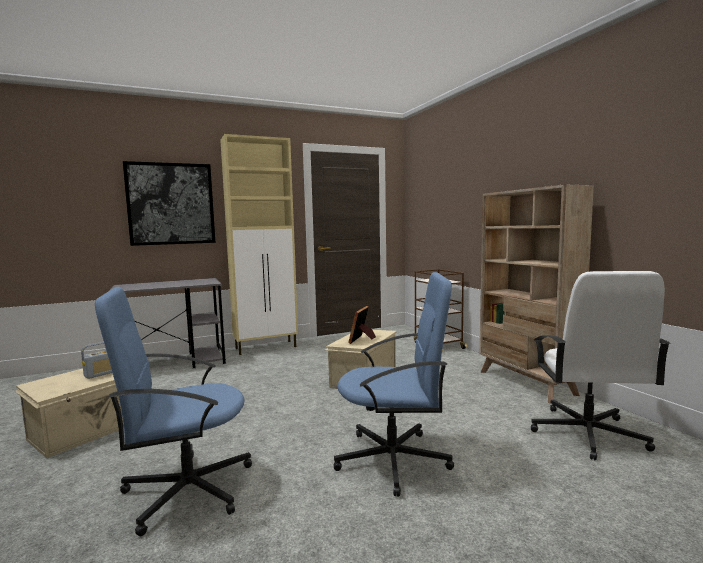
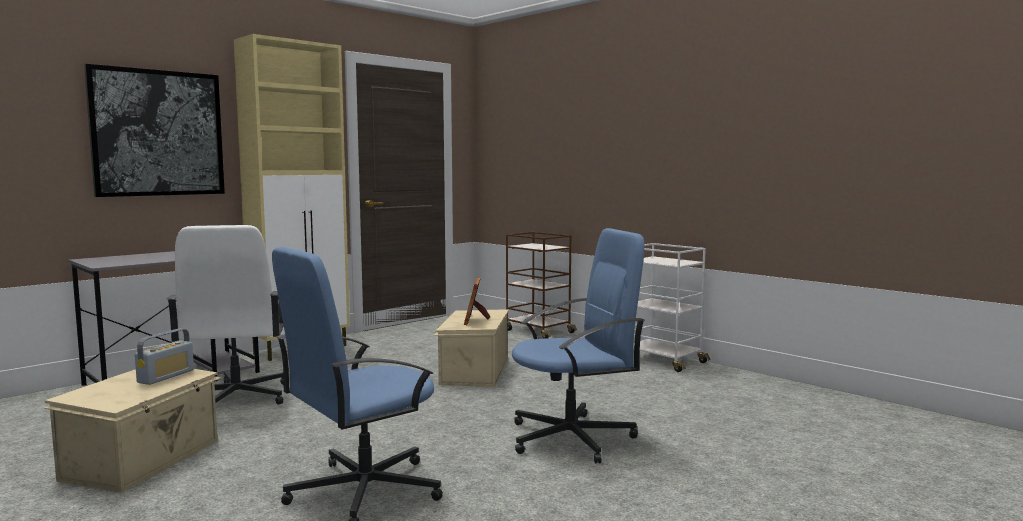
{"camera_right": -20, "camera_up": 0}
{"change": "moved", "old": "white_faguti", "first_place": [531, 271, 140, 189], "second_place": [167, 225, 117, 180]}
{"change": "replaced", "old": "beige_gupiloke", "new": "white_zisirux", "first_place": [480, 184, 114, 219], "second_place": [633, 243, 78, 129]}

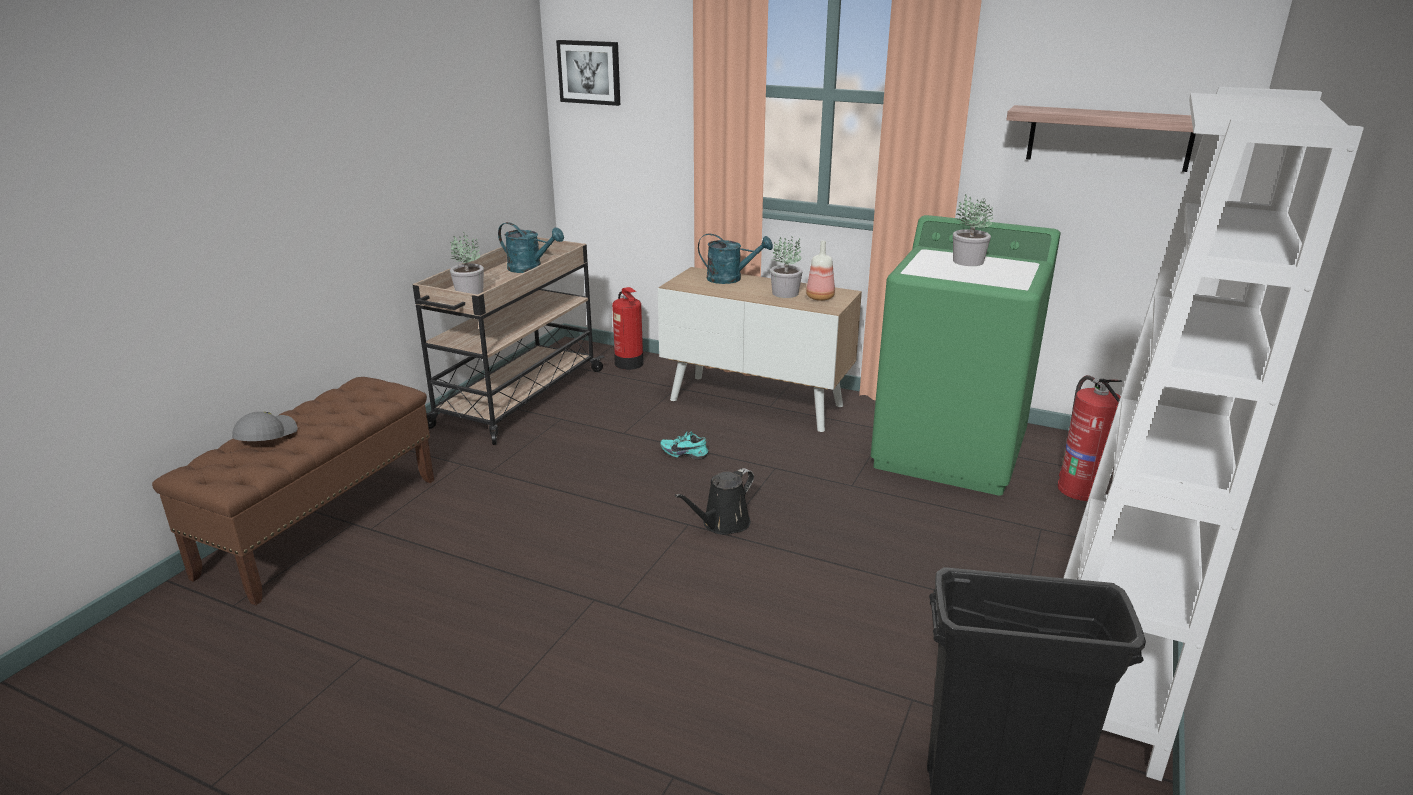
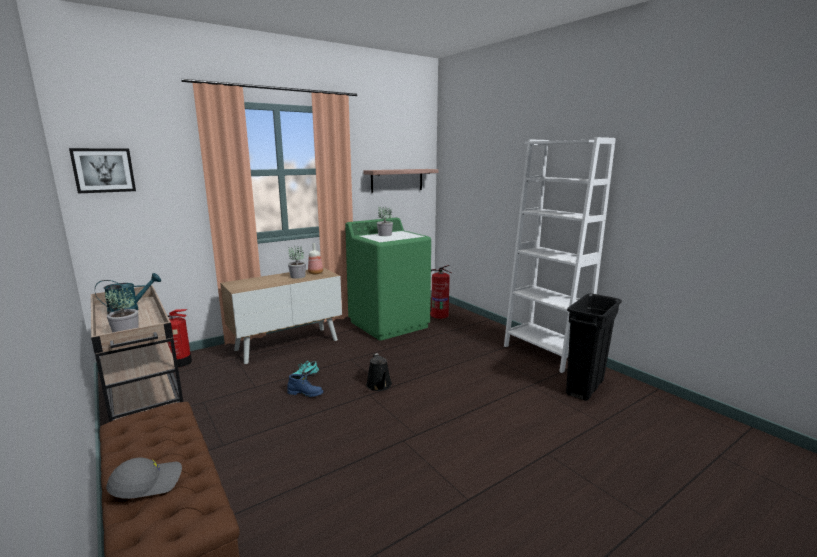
{"camera_right": -60, "camera_up": -10}
{"change": "turned", "old": "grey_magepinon", "first_place": [232, 412, 66, 29], "second_place": [106, 457, 76, 42], "degrees": 105}
{"change": "added", "new": "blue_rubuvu", "second_place": [287, 374, 36, 23]}
{"change": "removed", "old": "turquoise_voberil", "first_place": [698, 233, 75, 51]}

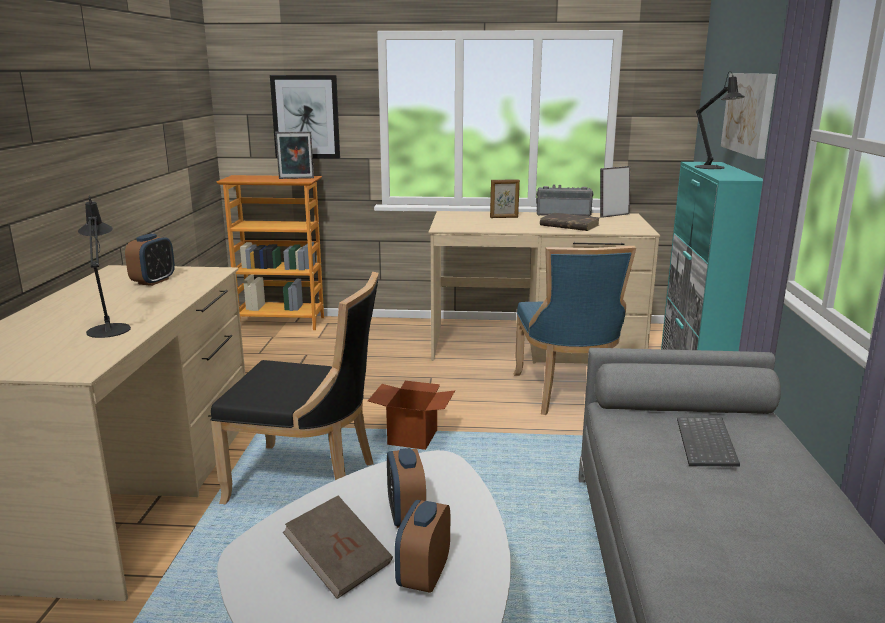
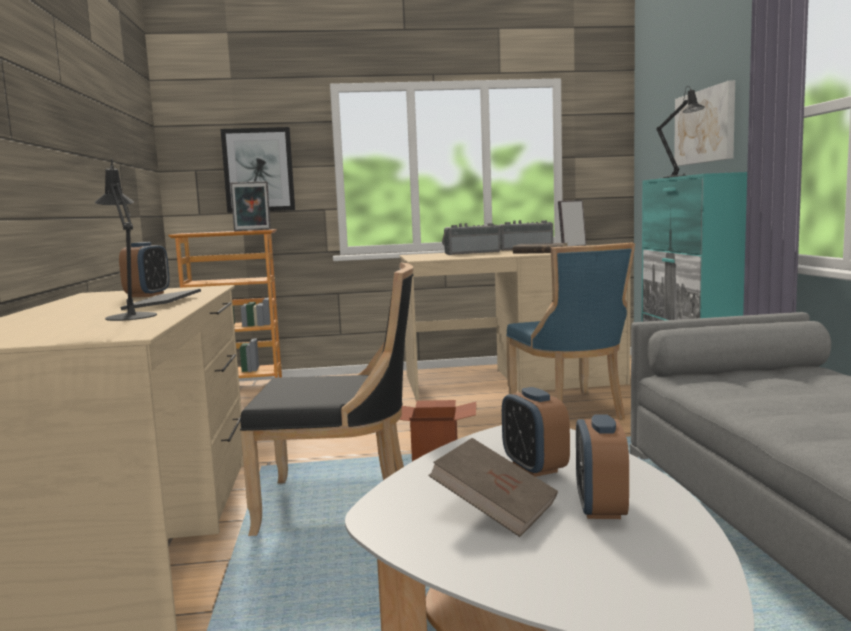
{"camera_right": -10, "camera_up": -10}
{"change": "moved", "old": "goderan", "first_place": [677, 417, 63, 49], "second_place": [121, 289, 80, 21]}
{"change": "replaced", "old": "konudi", "new": "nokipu", "first_place": [490, 179, 30, 39], "second_place": [442, 223, 58, 32]}

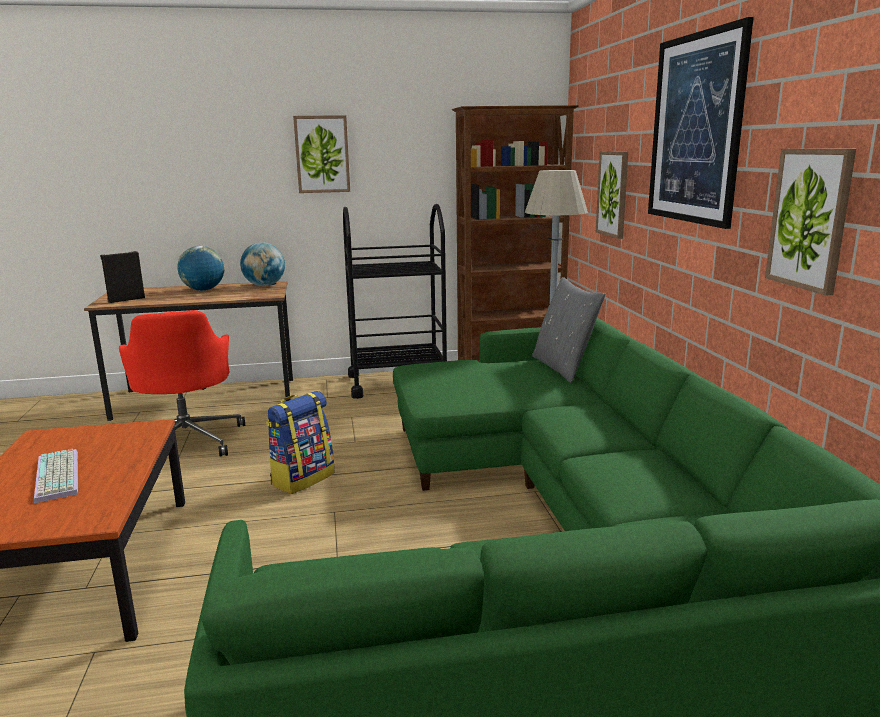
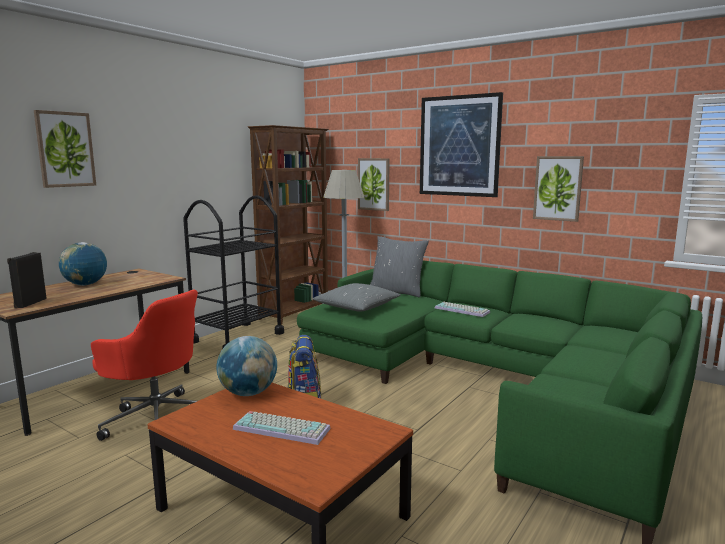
{"camera_right": -45, "camera_up": -5}
{"change": "moved", "old": "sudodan", "first_place": [293, 115, 57, 78], "second_place": [34, 110, 62, 78]}
{"change": "moved", "old": "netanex", "first_place": [240, 242, 45, 44], "second_place": [217, 336, 60, 60]}
{"change": "added", "new": "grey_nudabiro", "second_place": [313, 283, 88, 28]}
{"change": "added", "new": "goderan", "second_place": [435, 302, 55, 15]}

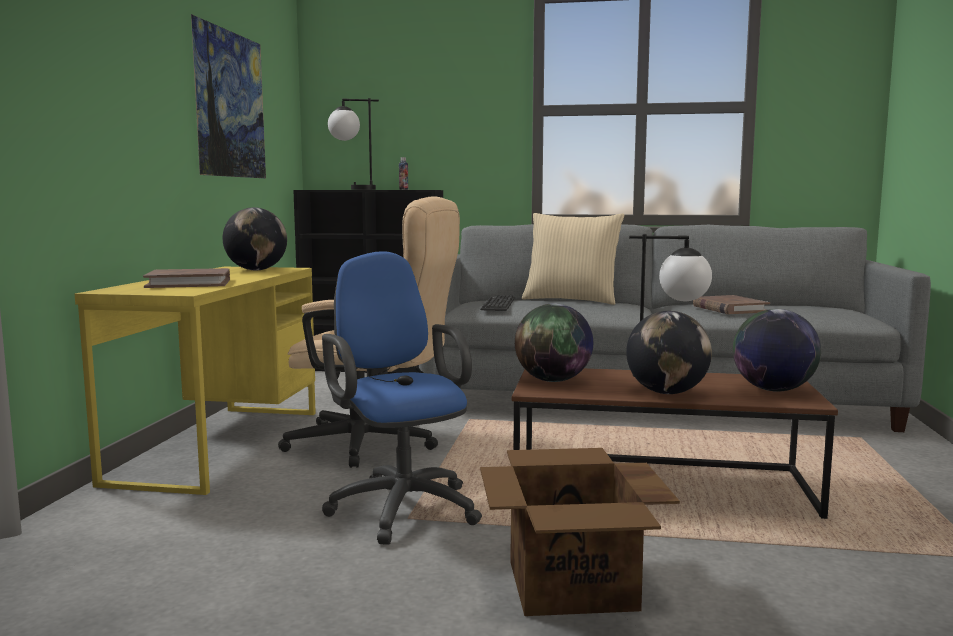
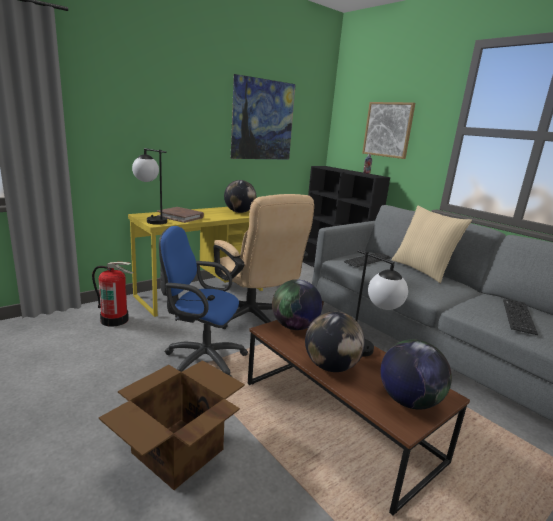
{"camera_right": 40, "camera_up": 10}
{"change": "added", "new": "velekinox", "second_place": [92, 262, 42, 65]}
{"change": "moved", "old": "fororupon", "first_place": [328, 98, 51, 92], "second_place": [132, 148, 35, 77]}
{"change": "turned", "old": "blue_faguti", "first_place": [322, 251, 160, 294], "second_place": [159, 226, 89, 151], "degrees": -90}
{"change": "added", "new": "sudodan", "second_place": [362, 102, 53, 57]}
{"change": "replaced", "old": "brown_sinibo", "new": "goderan", "first_place": [693, 295, 77, 19], "second_place": [503, 299, 35, 36]}

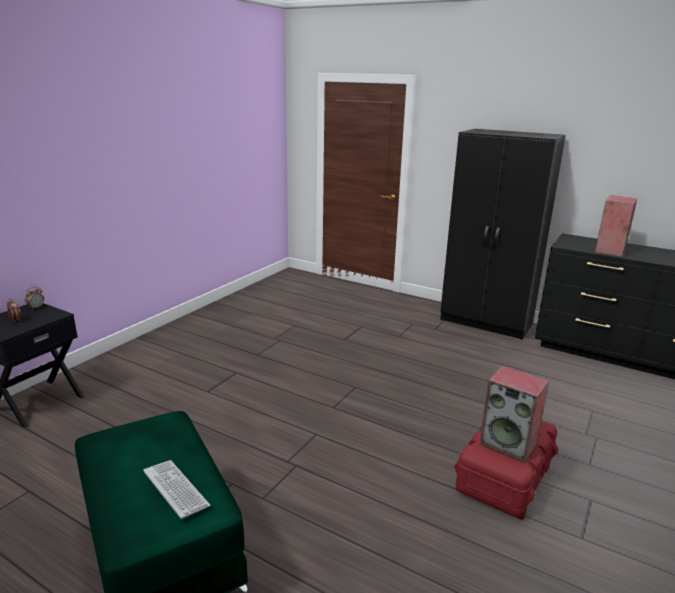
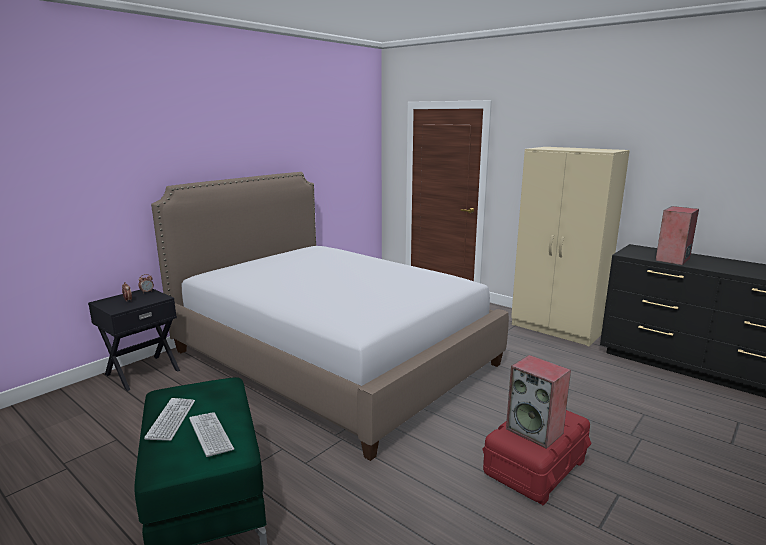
{"camera_right": 10, "camera_up": -5}
{"change": "added", "new": "goderan", "second_place": [144, 398, 51, 43]}
{"change": "added", "new": "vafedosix", "second_place": [151, 172, 358, 289]}
{"change": "recoloured", "old": "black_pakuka", "new": "beige_pakuka", "first_place": [440, 129, 126, 211], "second_place": [511, 147, 119, 199]}

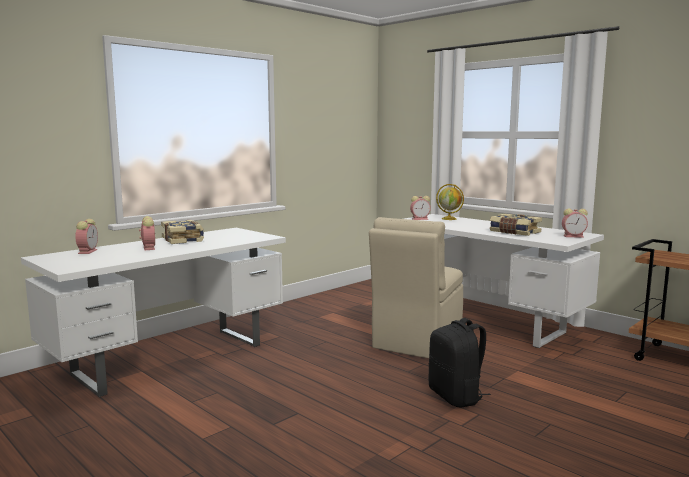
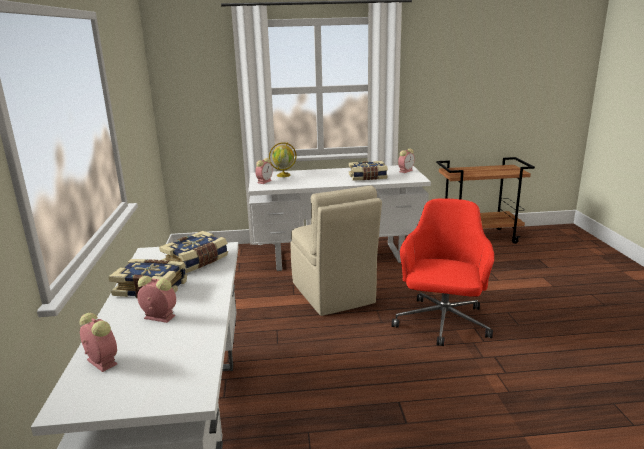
{"camera_right": -50, "camera_up": 10}
{"change": "added", "new": "sinibo", "second_place": [159, 231, 69, 43]}
{"change": "replaced", "old": "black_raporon", "new": "red_faguti", "first_place": [428, 318, 63, 90], "second_place": [392, 198, 102, 148]}

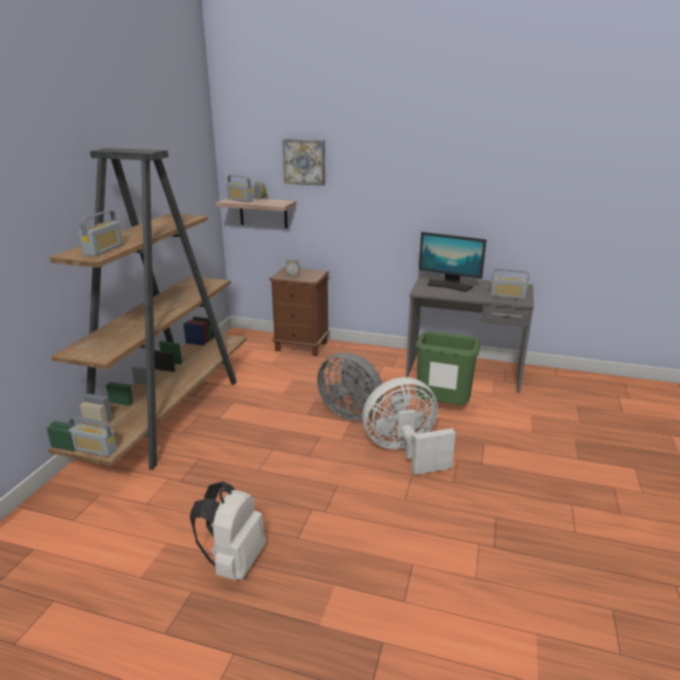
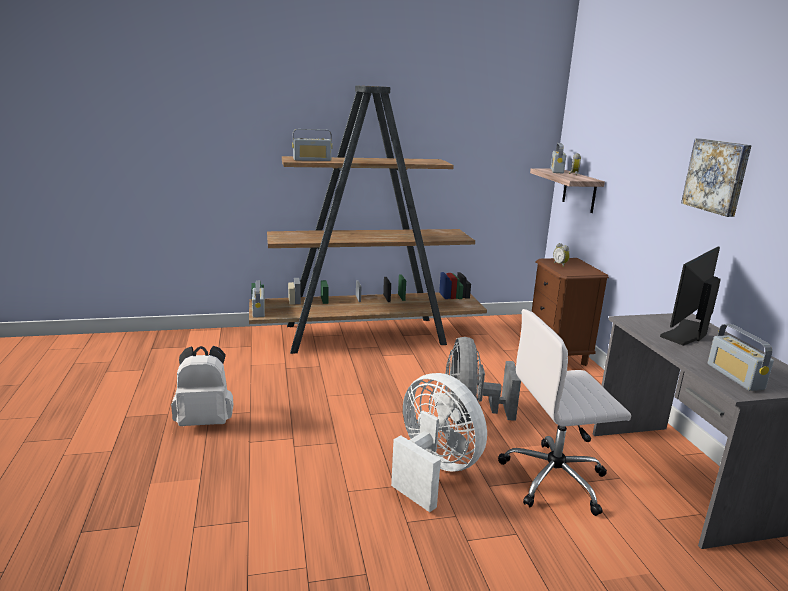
{"camera_right": 60, "camera_up": -5}
{"change": "replaced", "old": "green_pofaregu", "new": "white_faguti", "first_place": [415, 331, 66, 74], "second_place": [498, 309, 133, 207]}
{"change": "turned", "old": "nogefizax", "first_place": [419, 232, 68, 60], "second_place": [660, 247, 61, 99], "degrees": 45}
{"change": "moved", "old": "sudodan", "first_place": [282, 139, 43, 47], "second_place": [681, 138, 71, 79]}

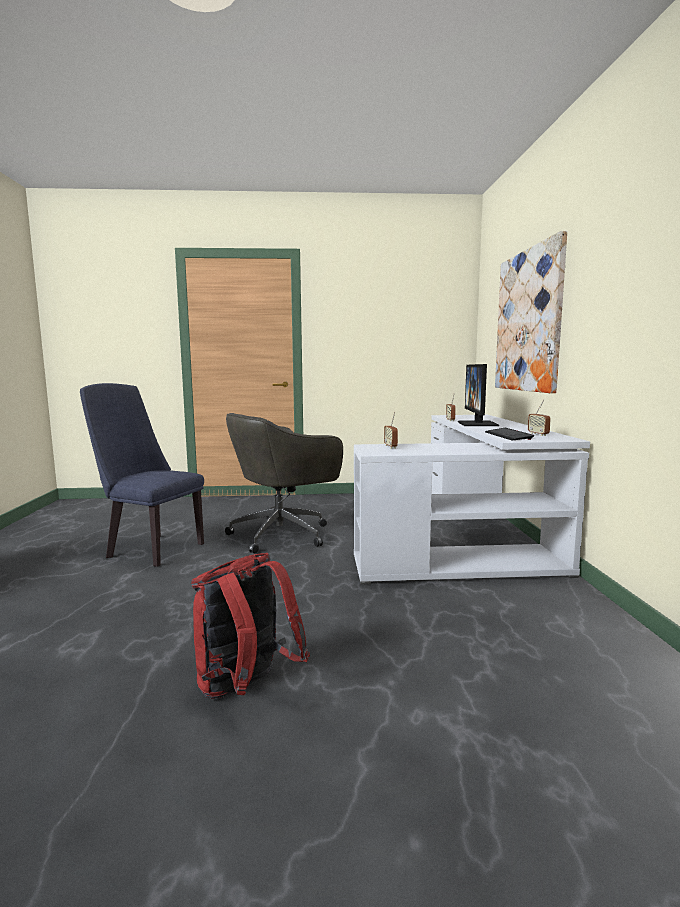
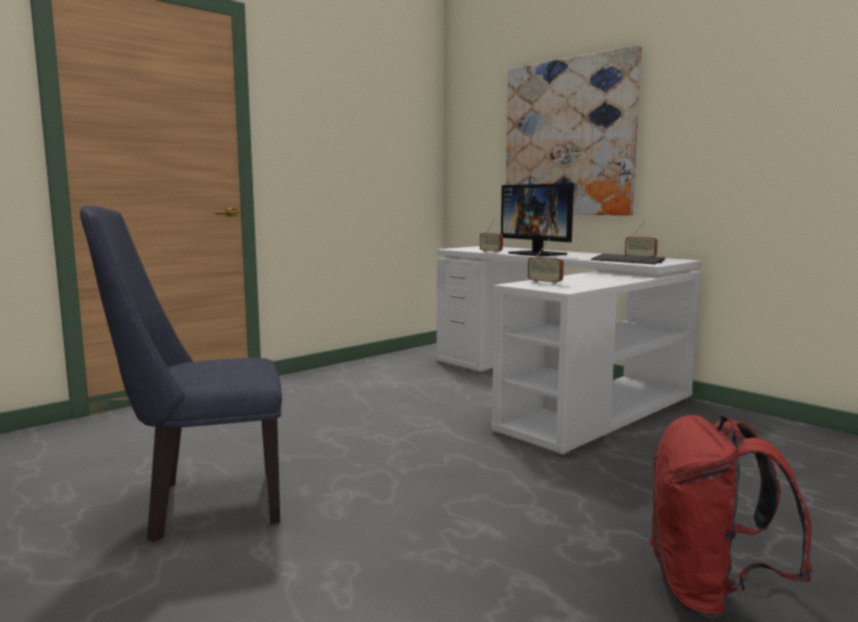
{"camera_right": -40, "camera_up": 0}
{"change": "removed", "old": "grey_faguti", "first_place": [225, 413, 118, 140]}

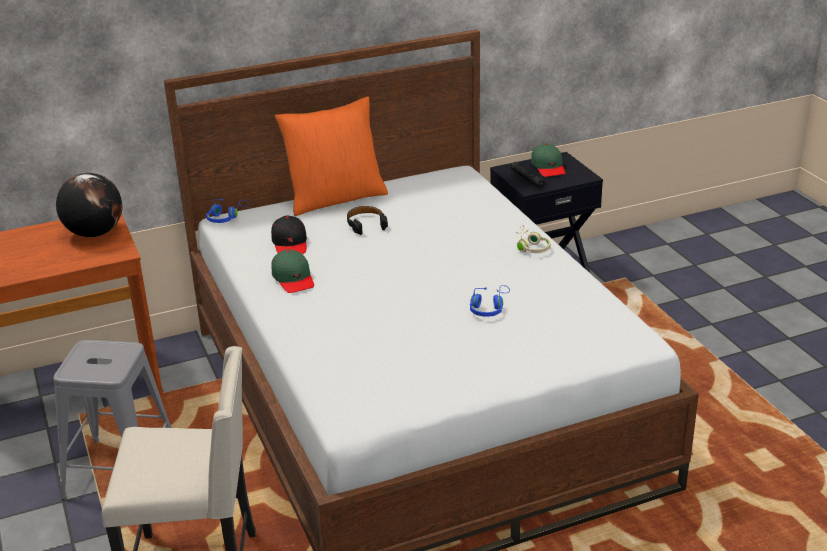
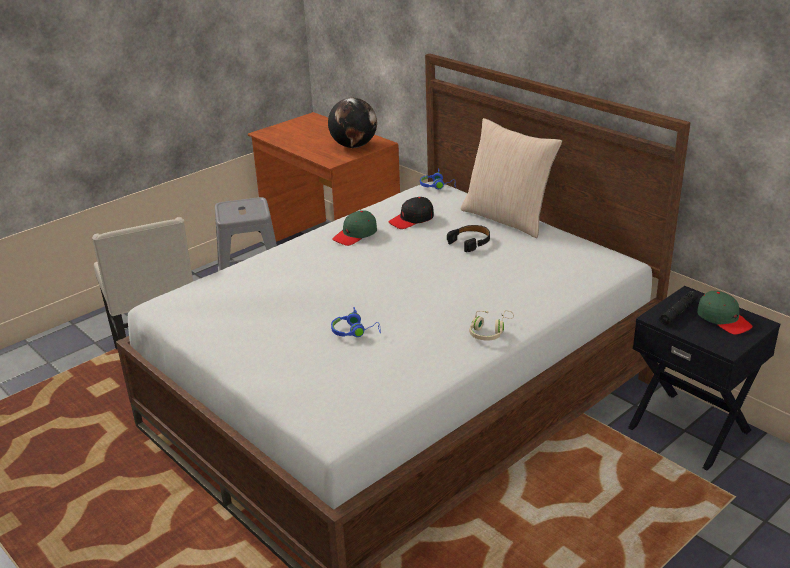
{"camera_right": 70, "camera_up": 0}
{"change": "recoloured", "old": "orange_nudabiro", "new": "beige_nudabiro", "first_place": [275, 97, 113, 119], "second_place": [461, 118, 101, 120]}
{"change": "turned", "old": "green_magepinon", "first_place": [531, 143, 34, 34], "second_place": [697, 291, 56, 44], "degrees": -90}

